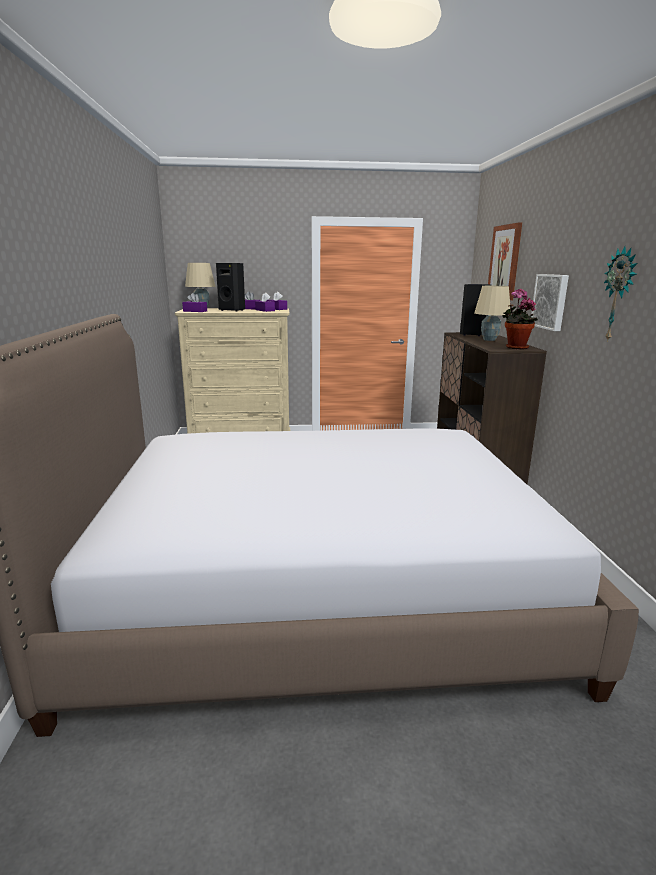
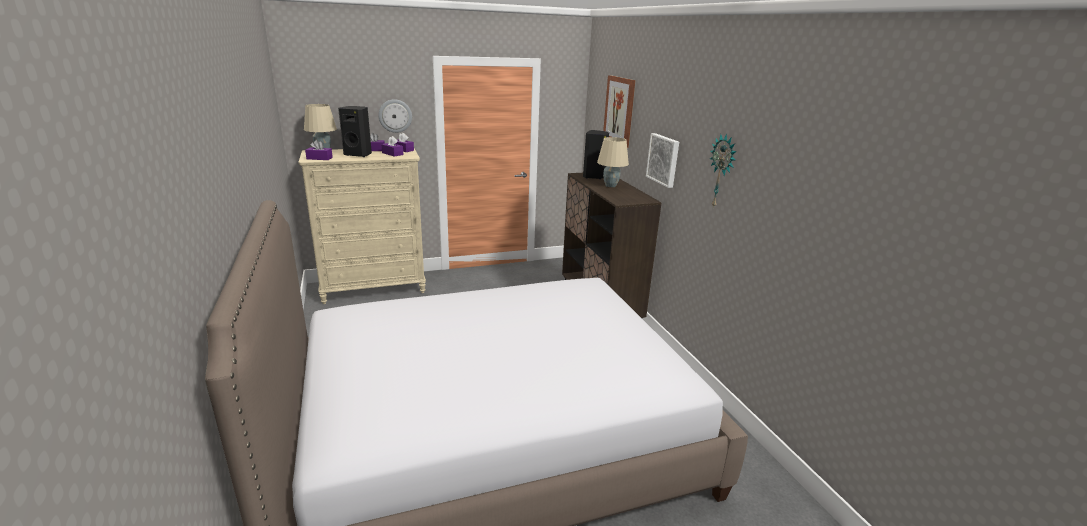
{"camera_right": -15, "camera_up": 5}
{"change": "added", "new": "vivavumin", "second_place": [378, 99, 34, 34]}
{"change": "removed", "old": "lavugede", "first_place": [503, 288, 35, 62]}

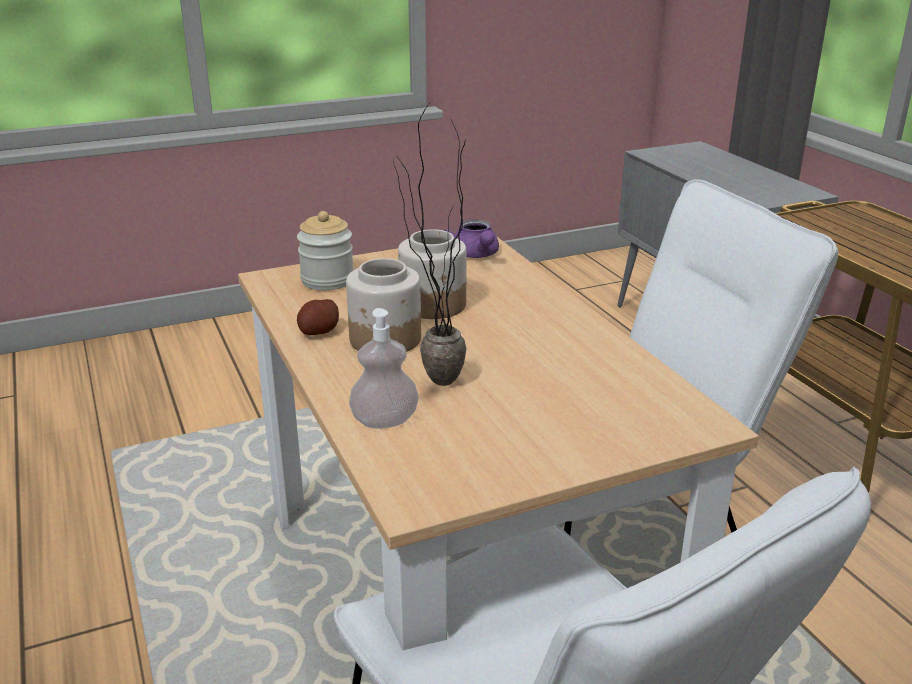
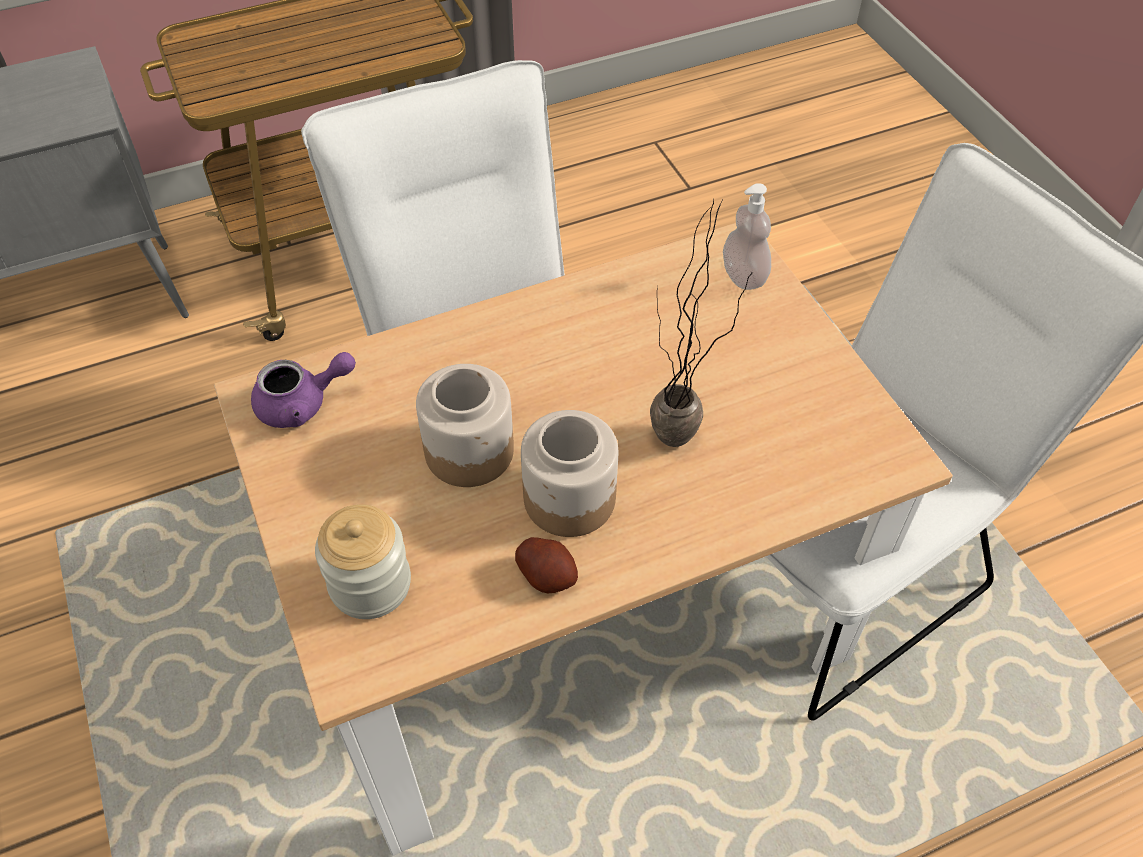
{"camera_right": -90, "camera_up": 25}
{"change": "moved", "old": "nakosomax", "first_place": [349, 308, 70, 120], "second_place": [723, 183, 48, 107]}

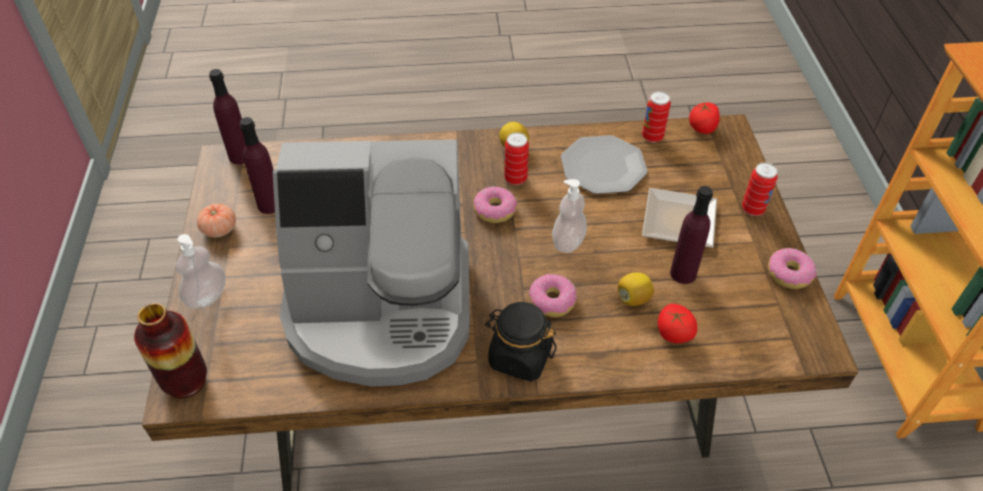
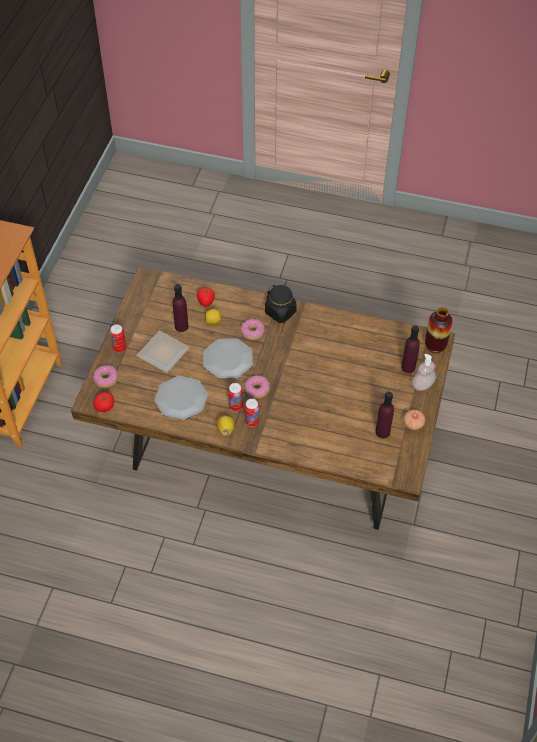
{"camera_right": -160, "camera_up": 5}
{"change": "moved", "old": "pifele", "first_place": [768, 248, 48, 41], "second_place": [93, 365, 25, 23]}
{"change": "replaced", "old": "nakosomax", "new": "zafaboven", "first_place": [552, 179, 35, 74], "second_place": [203, 338, 50, 41]}
{"change": "moved", "old": "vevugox", "first_place": [642, 91, 29, 52], "second_place": [245, 399, 14, 28]}
{"change": "moved", "old": "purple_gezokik", "first_place": [209, 69, 37, 95], "second_place": [401, 326, 19, 47]}
{"change": "removed", "old": "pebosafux", "first_place": [273, 139, 197, 248]}

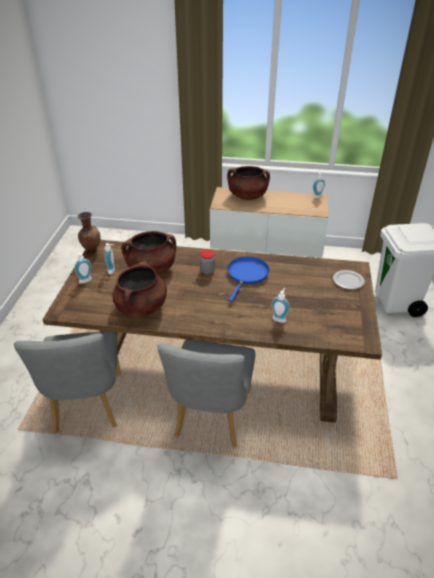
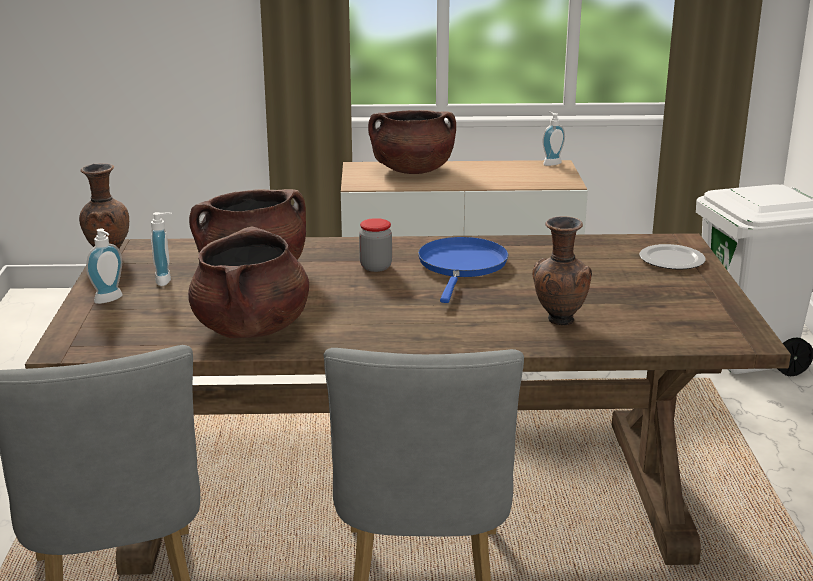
{"camera_right": -10, "camera_up": -15}
{"change": "replaced", "old": "nakosomax", "new": "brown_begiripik", "first_place": [272, 288, 18, 35], "second_place": [532, 216, 60, 109]}

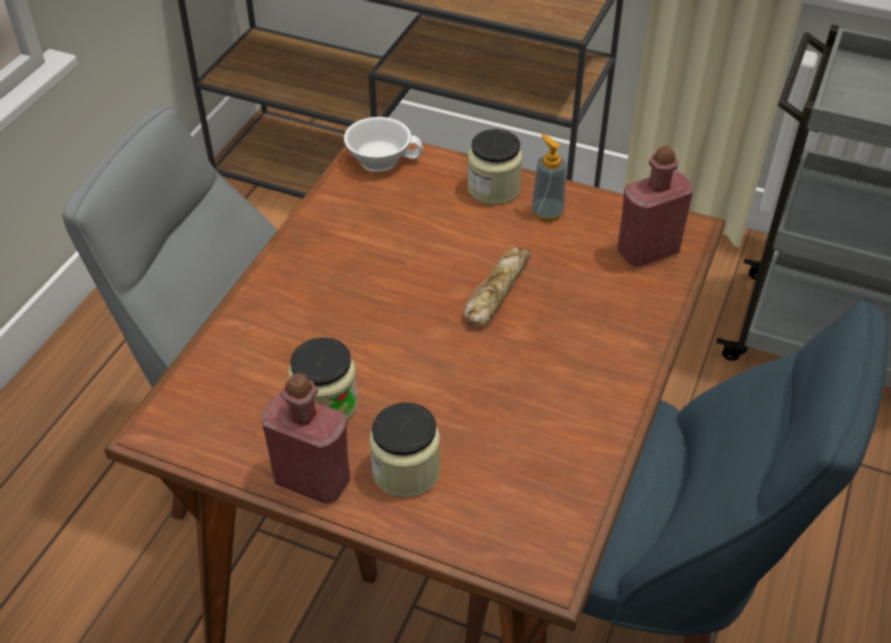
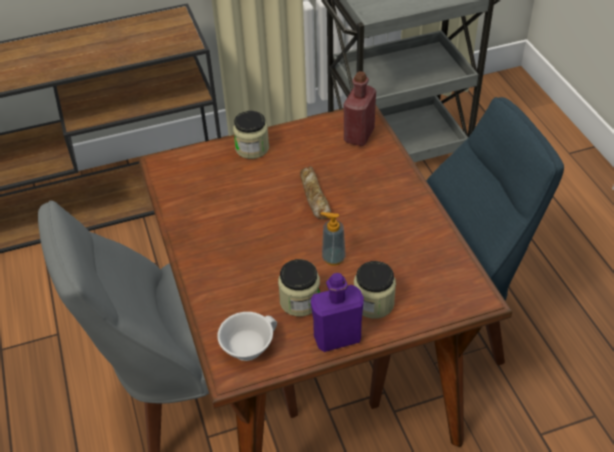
{"camera_right": -40, "camera_up": 0}
{"change": "moved", "old": "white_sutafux", "first_place": [344, 117, 78, 55], "second_place": [217, 312, 60, 49]}
{"change": "recoloured", "old": "red_gezokik", "new": "purple_gezokik", "first_place": [261, 373, 89, 132], "second_place": [311, 273, 53, 79]}
{"change": "moved", "old": "nakosomax", "first_place": [531, 134, 35, 88], "second_place": [321, 212, 24, 53]}

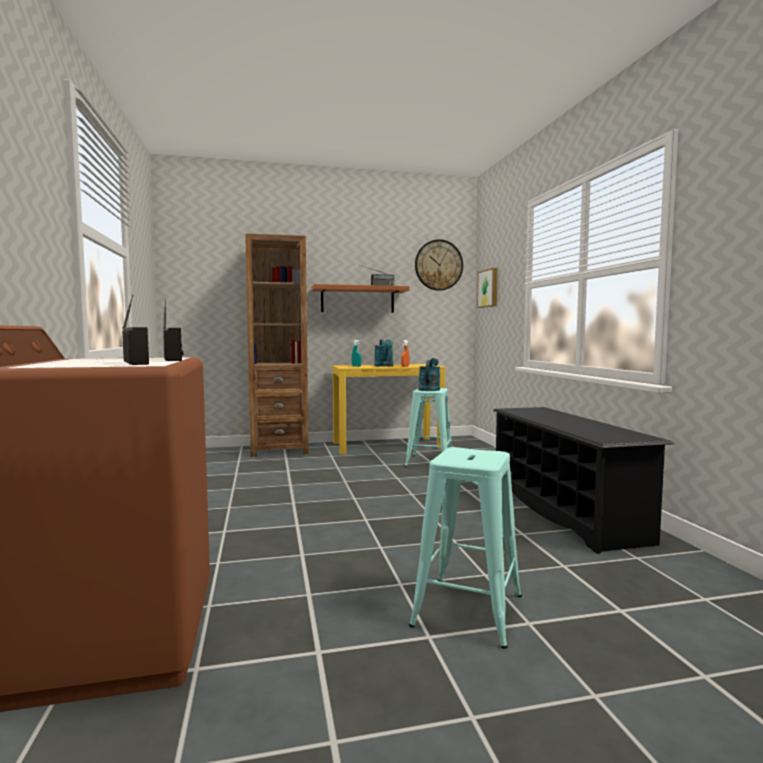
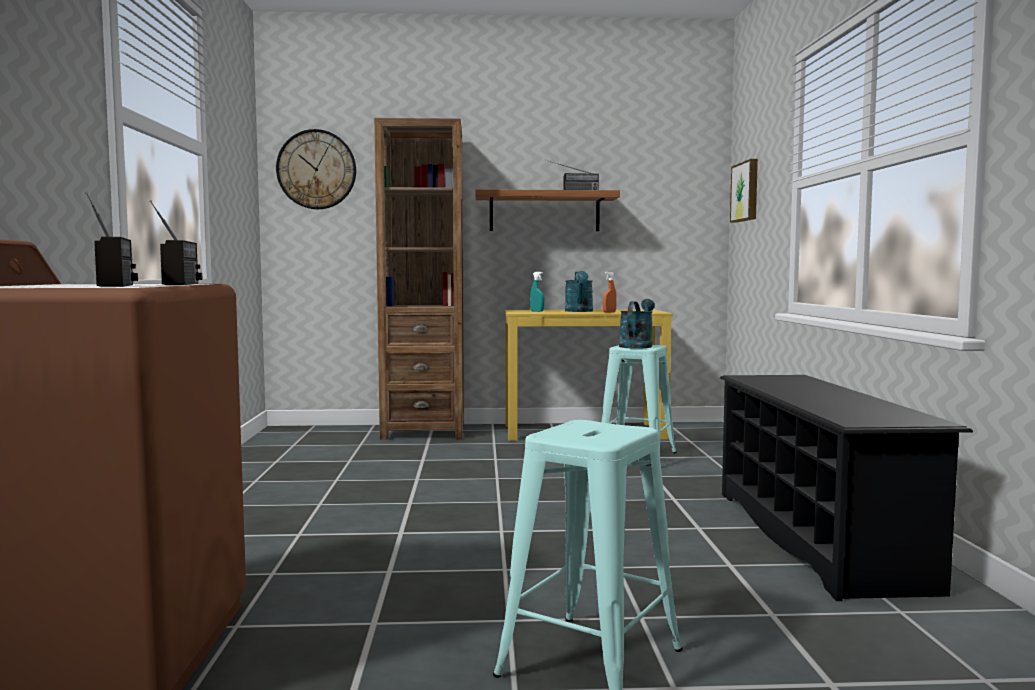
{"camera_right": 10, "camera_up": 0}
{"change": "moved", "old": "vivavumin", "first_place": [415, 239, 48, 52], "second_place": [276, 129, 80, 80]}

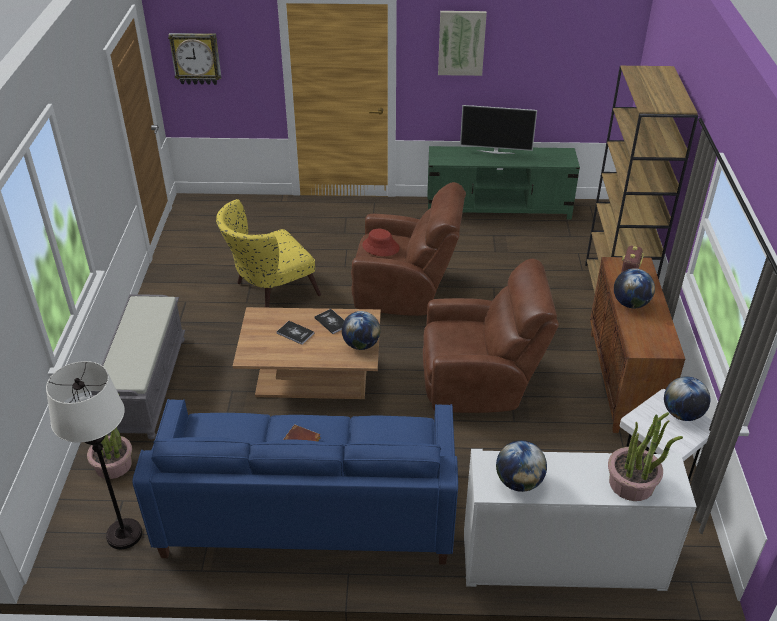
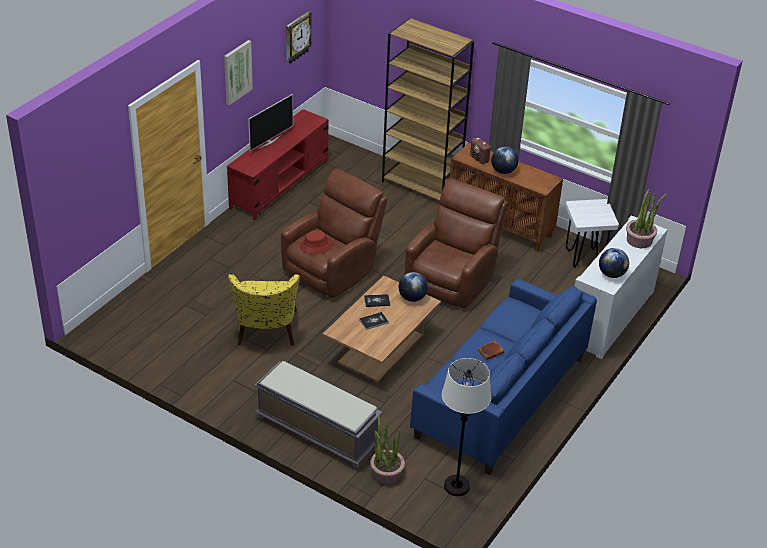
{"camera_right": -60, "camera_up": 0}
{"change": "recoloured", "old": "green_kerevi", "new": "red_kerevi", "first_place": [427, 146, 153, 74], "second_place": [227, 109, 102, 112]}
{"change": "moved", "old": "vivavumin", "first_place": [168, 33, 54, 52], "second_place": [286, 11, 27, 52]}
{"change": "removed", "old": "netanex", "first_place": [664, 377, 46, 44]}

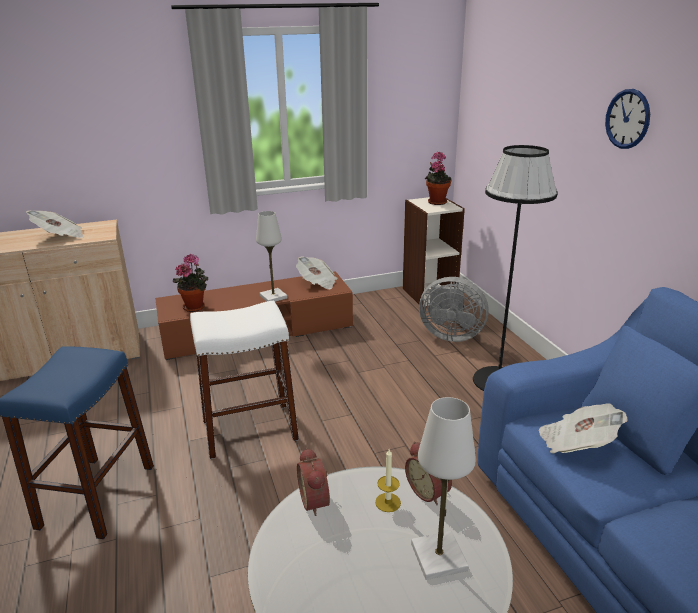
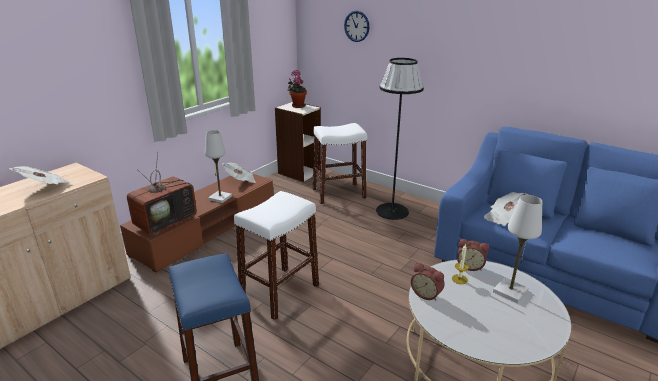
{"camera_right": -35, "camera_up": 0}
{"change": "replaced", "old": "lavugede", "new": "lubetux", "first_place": [173, 254, 35, 58], "second_place": [127, 151, 70, 84]}
{"change": "replaced", "old": "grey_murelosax", "new": "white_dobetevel", "first_place": [419, 277, 70, 65], "second_place": [312, 123, 55, 81]}
{"change": "moved", "old": "vivavumin", "first_place": [605, 89, 45, 60], "second_place": [344, 11, 25, 31]}

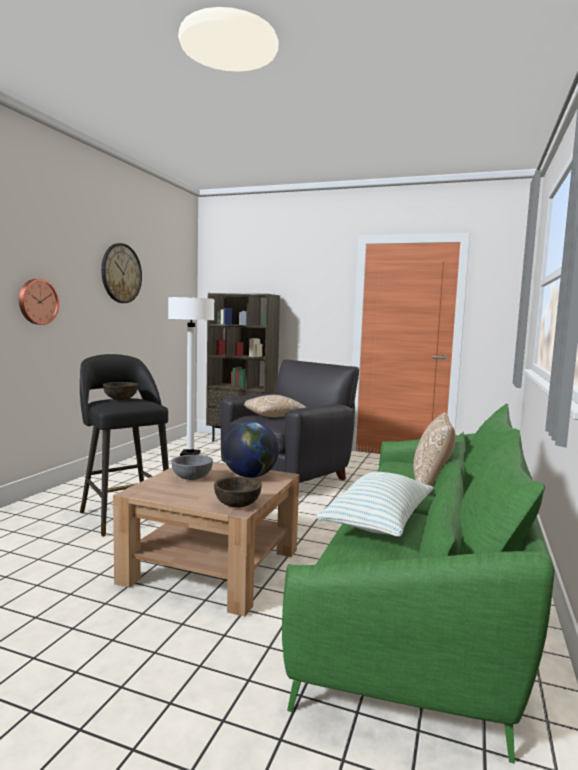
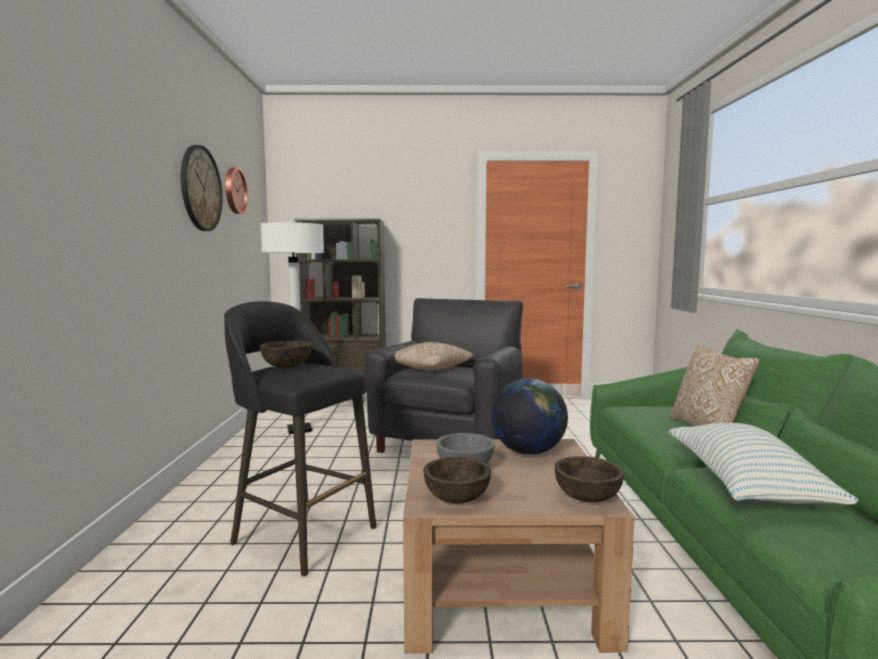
{"camera_right": -20, "camera_up": 0}
{"change": "moved", "old": "vivavumin", "first_place": [19, 279, 40, 46], "second_place": [225, 168, 23, 46]}
{"change": "added", "new": "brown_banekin", "second_place": [423, 457, 68, 47]}

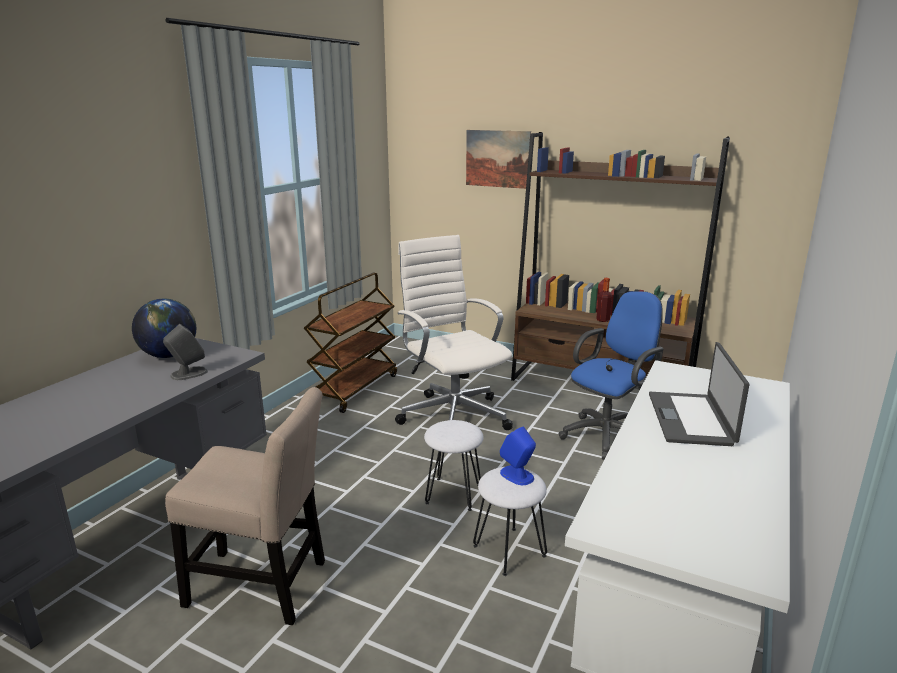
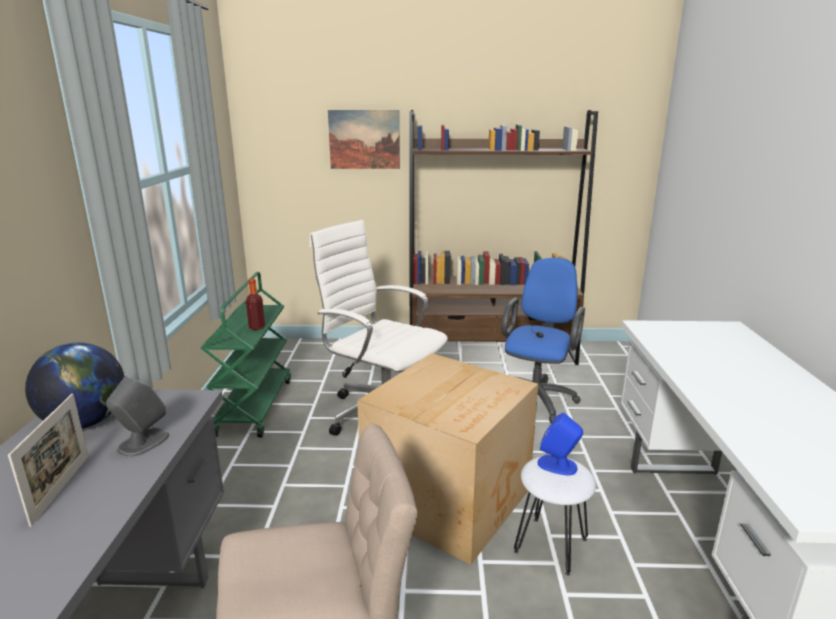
{"camera_right": -25, "camera_up": 0}
{"change": "added", "new": "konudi", "second_place": [8, 394, 81, 133]}
{"change": "recoloured", "old": "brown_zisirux", "new": "green_zisirux", "first_place": [304, 273, 93, 140], "second_place": [201, 272, 90, 166]}
{"change": "moved", "old": "gezokik", "first_place": [596, 278, 16, 44], "second_place": [246, 279, 19, 51]}
{"change": "replaced", "old": "white_dobetevel", "new": "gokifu", "first_place": [424, 420, 60, 91], "second_place": [357, 353, 182, 212]}
{"change": "removed", "old": "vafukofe", "first_place": [649, 342, 100, 104]}

